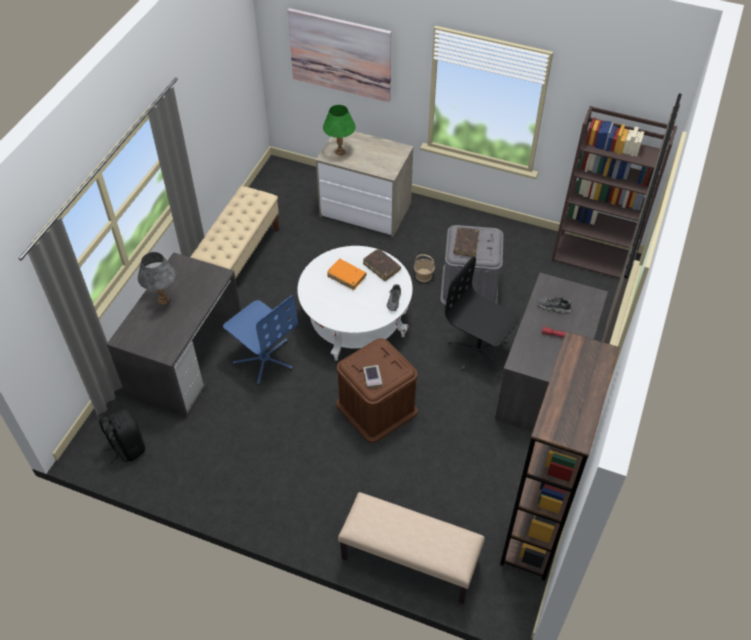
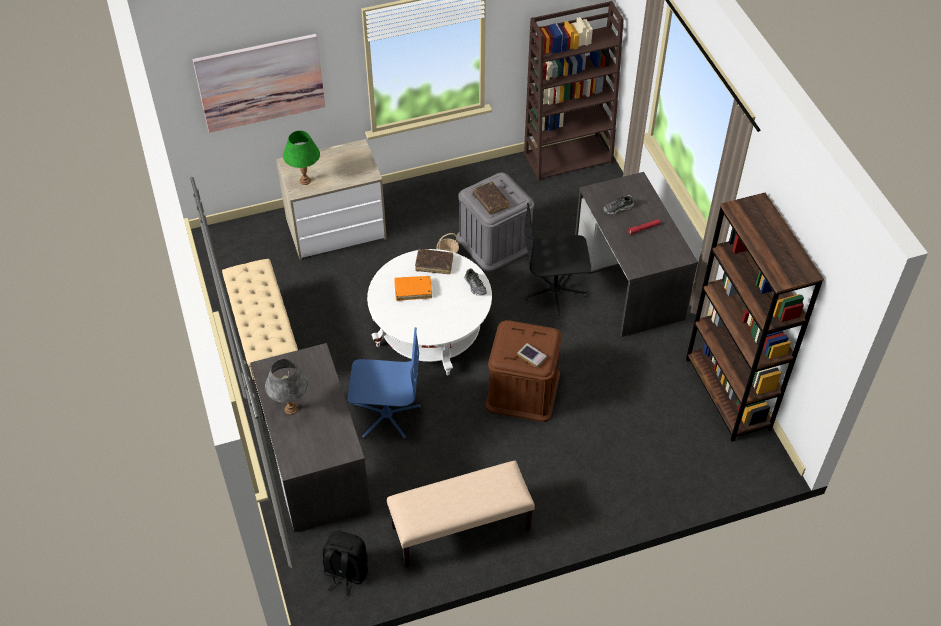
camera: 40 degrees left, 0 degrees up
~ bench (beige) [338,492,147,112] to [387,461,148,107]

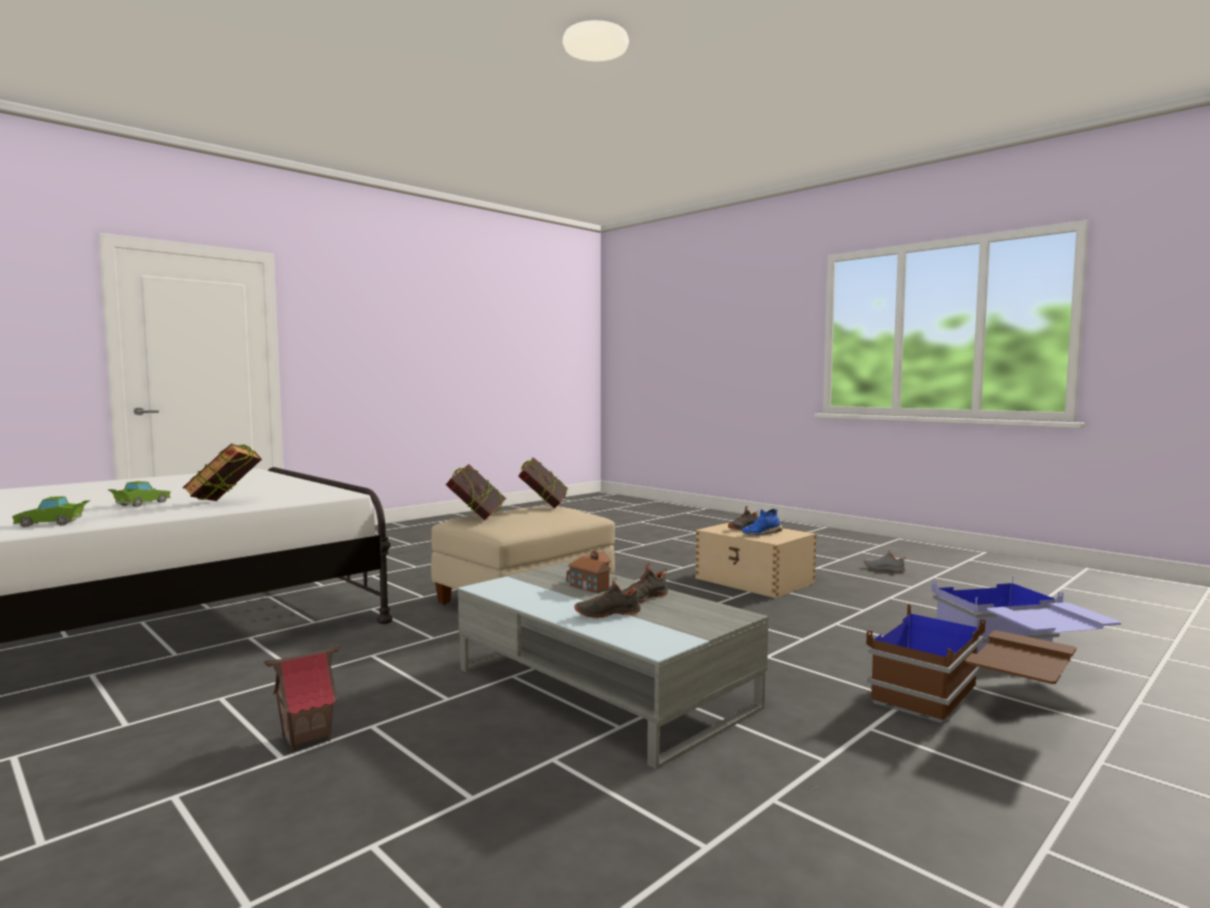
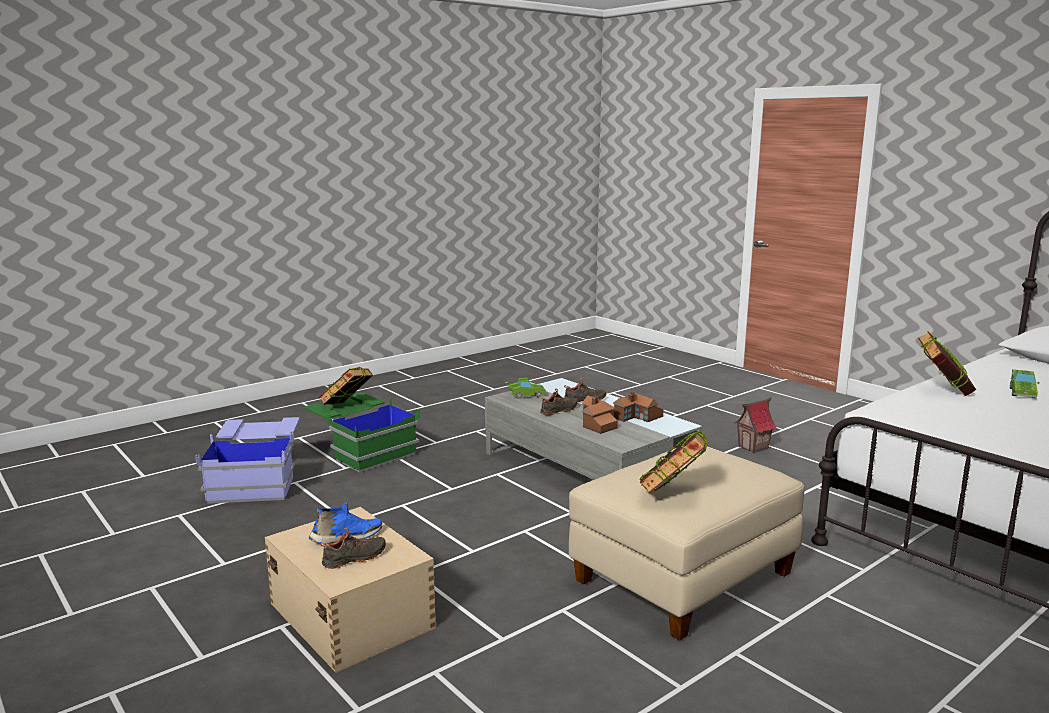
camera: 175 degrees left, 10 degrees up
~ storage box (brown) [866,604,210,119] to storage box (green) [304,392,116,81]
~ book [446,464,60,57] to [319,366,54,39]
~ toy car (green) [12,496,79,31] to [505,378,41,21]
+ toy house [613,391,51,31]
- shoe (grey) [864,550,42,22]

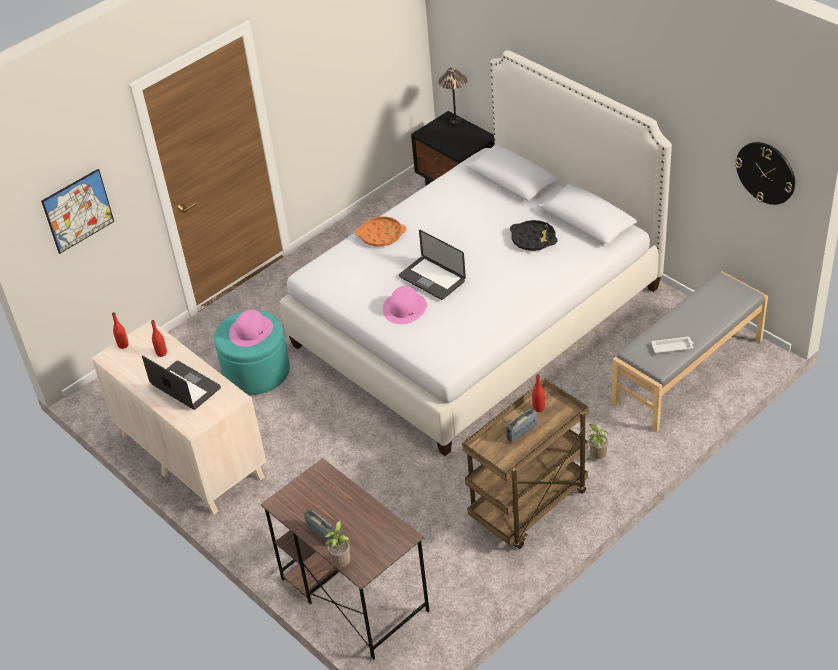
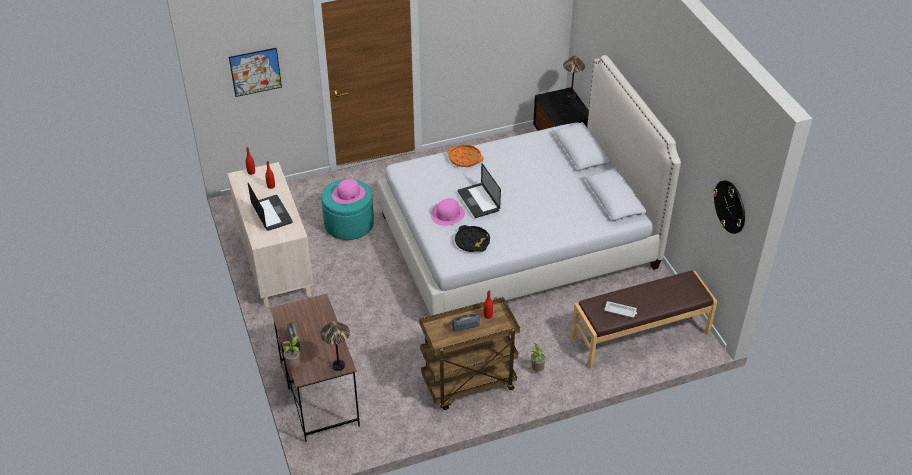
camera: 20 degrees right, 0 degrees up
+ table lamp [320,321,30,50]
~ tray (black) [510,220,47,31] to [455,225,35,27]
~ bench (grey) [612,271,156,161] to bench (brown) [571,271,146,98]

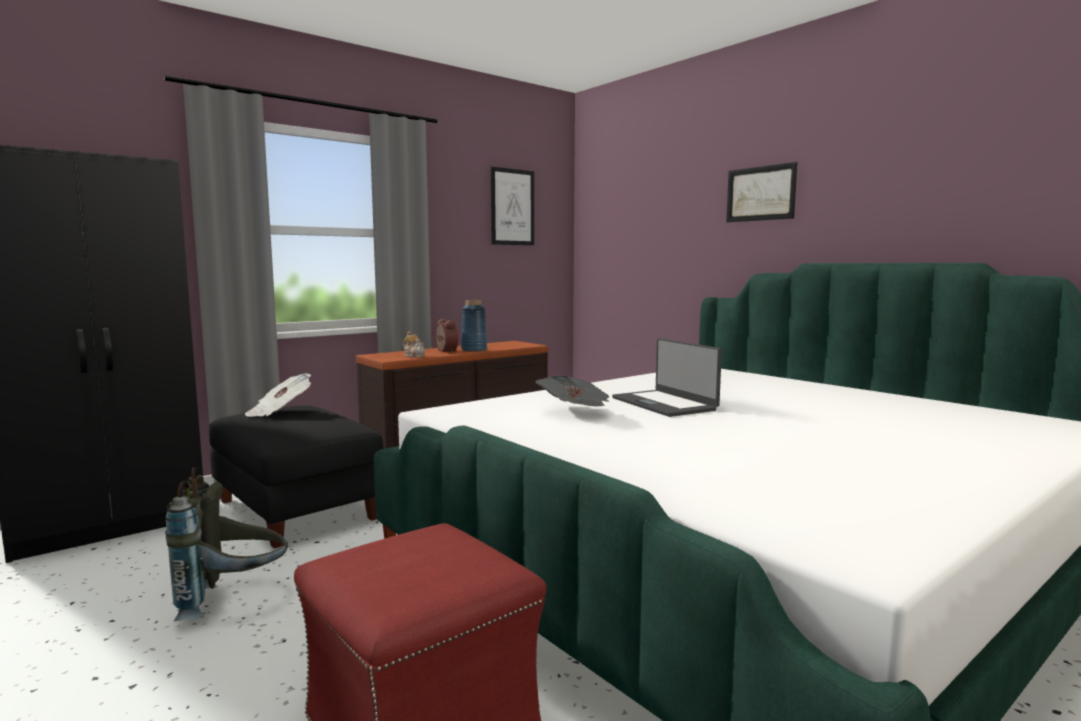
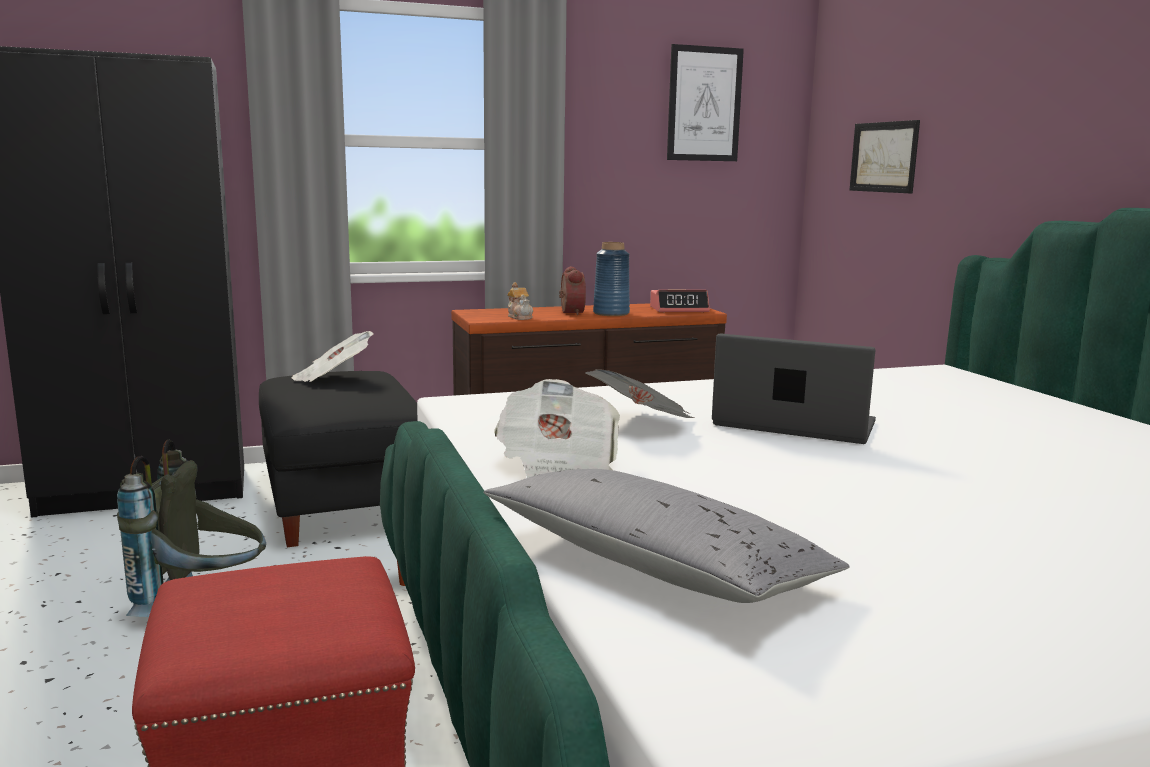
camera: 20 degrees right, 5 degrees up
+ pillow (grey) [483,469,367,134]
+ newspaper [494,379,126,99]
+ alarm clock [650,289,60,23]
~ laptop [612,338,110,79] = [712,333,164,111] 120 degrees clockwise
~ picture [726,162,71,60] to [849,120,71,73]

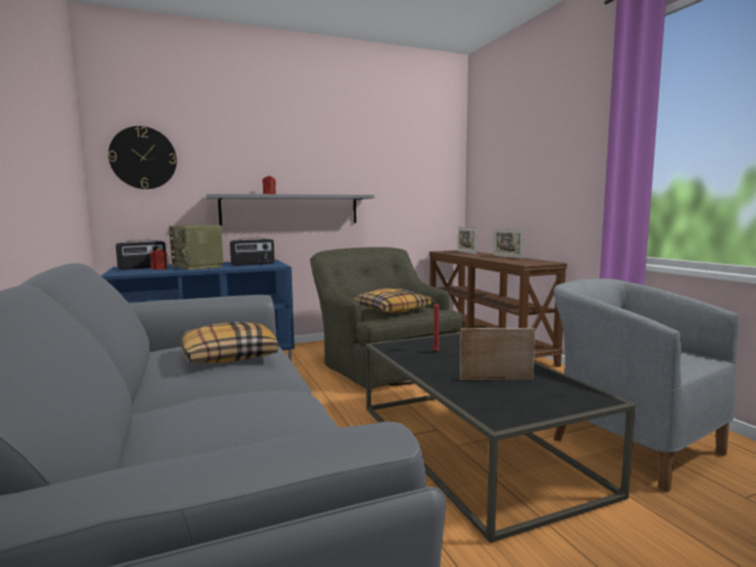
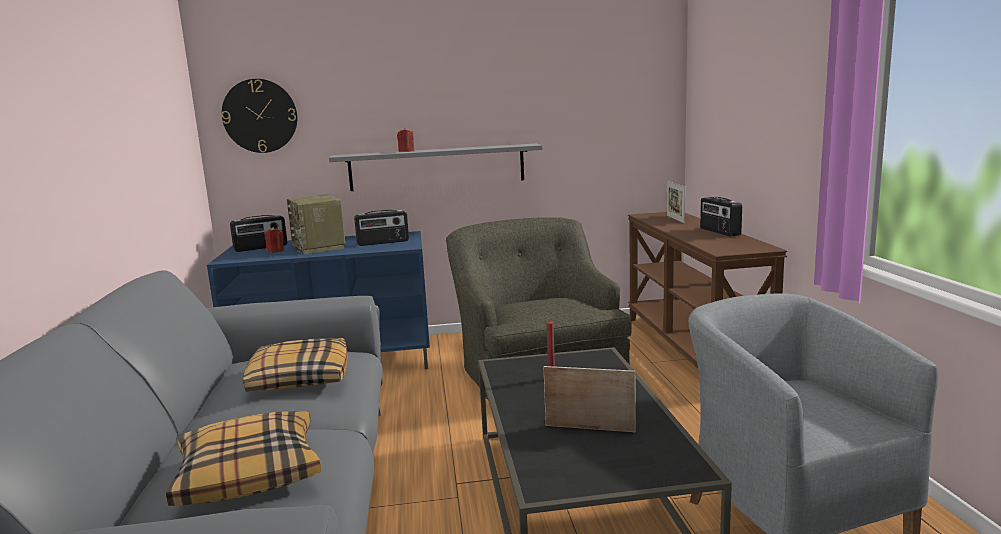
camera: 15 degrees right, 5 degrees up
~ pillow [354,288,77,25] to [166,411,155,95]
~ picture frame [493,228,31,31] to radio [700,197,42,40]

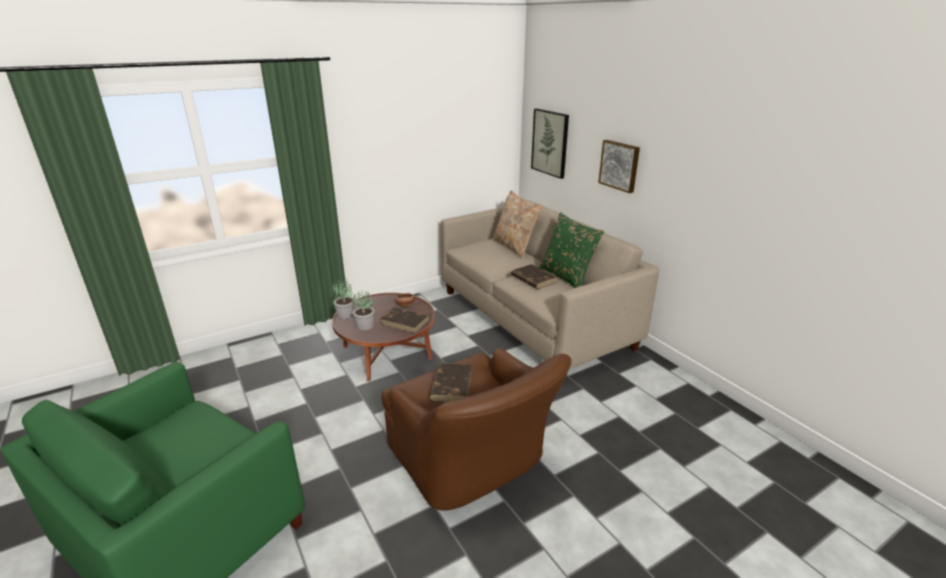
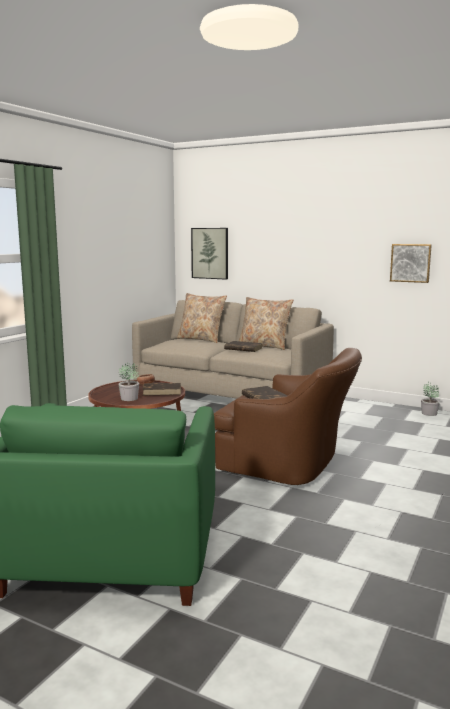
camera: 30 degrees left, 15 degrees down
~ pillow (green) [539,212,65,76] to pillow (beige) [239,297,54,53]
~ picture [598,140,42,53] to [390,244,42,39]
~ potted plant [333,280,22,39] to [421,381,19,35]

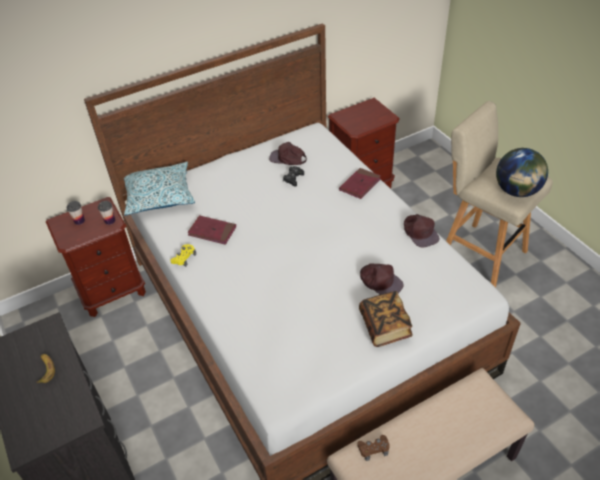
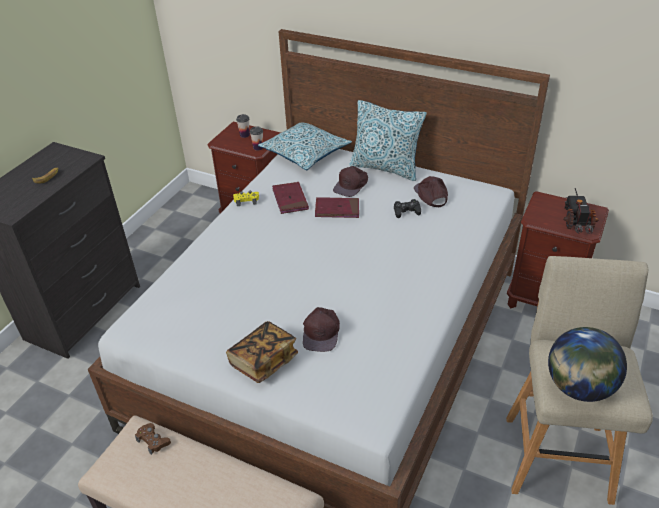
camera: 55 degrees right, 5 degrees down
~ book (red) [339,168,42,31] to [315,197,44,21]
~ cap (brown) [404,214,35,33] to [333,166,35,31]
+ pillow [349,100,78,81]
+ toy truck [563,188,35,46]

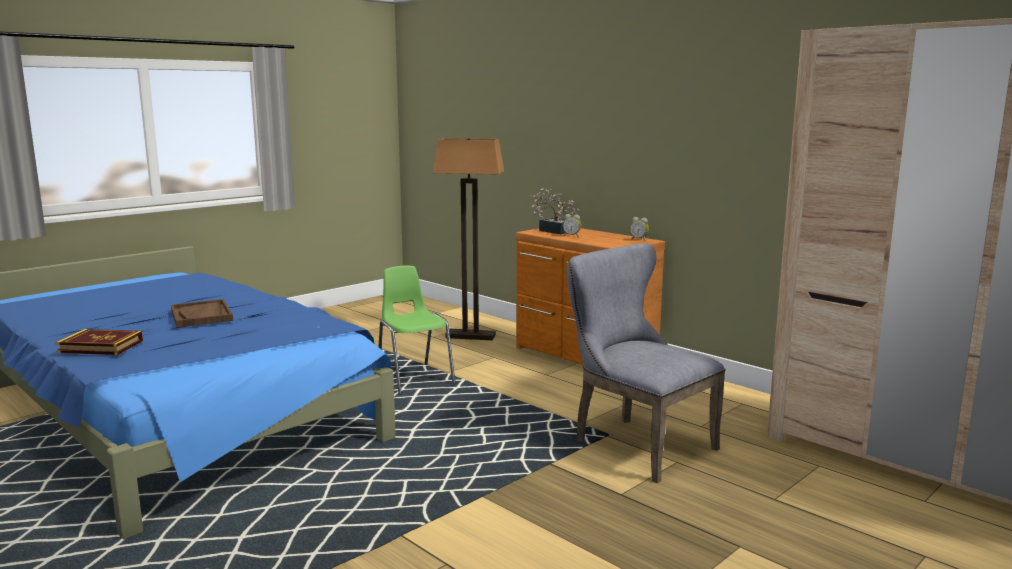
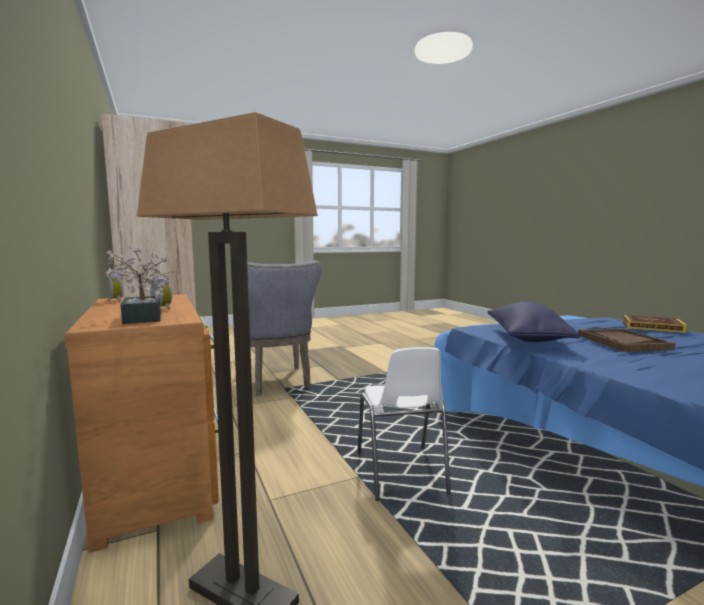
camera: 160 degrees left, 5 degrees down
~ chair (green) [378,265,77,129] to chair (white) [357,347,94,154]
+ pillow (blue) [487,302,93,40]

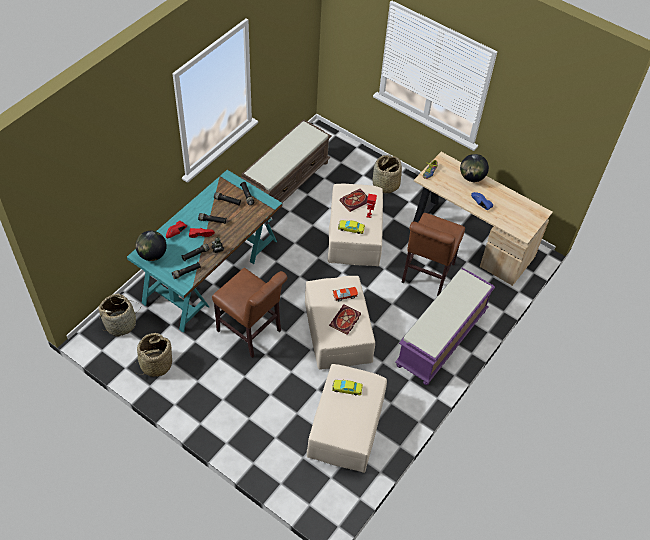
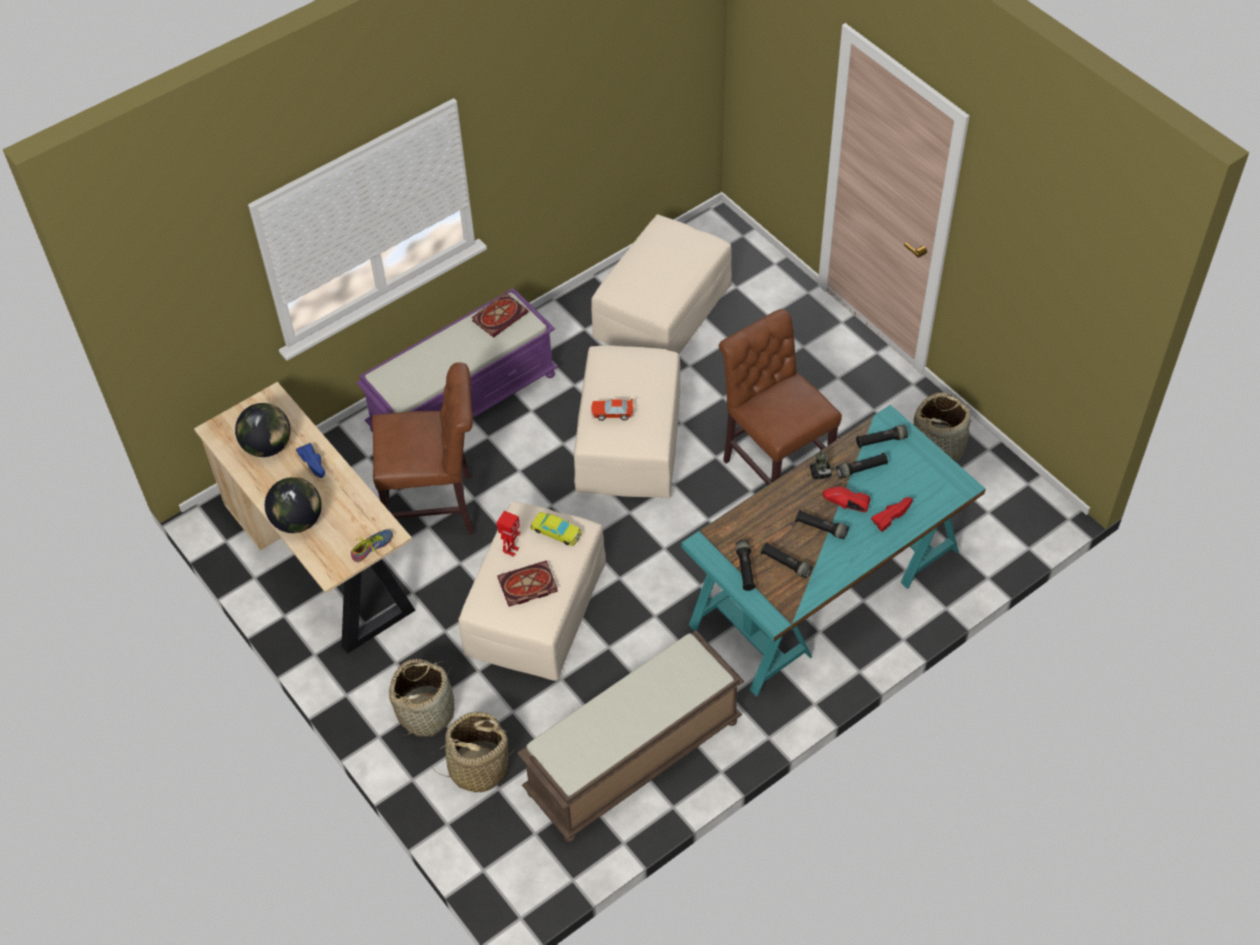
camera: 160 degrees left, 0 degrees up
~ globe [135,231,32,30] to [235,403,56,54]
~ chair (brown) [401,213,64,83] = [372,362,102,172] 45 degrees clockwise
~ basket [98,294,42,43] to [431,711,83,81]
~ book [329,305,32,30] to [472,293,56,45]
- toy car (yellow) [332,380,31,15]

